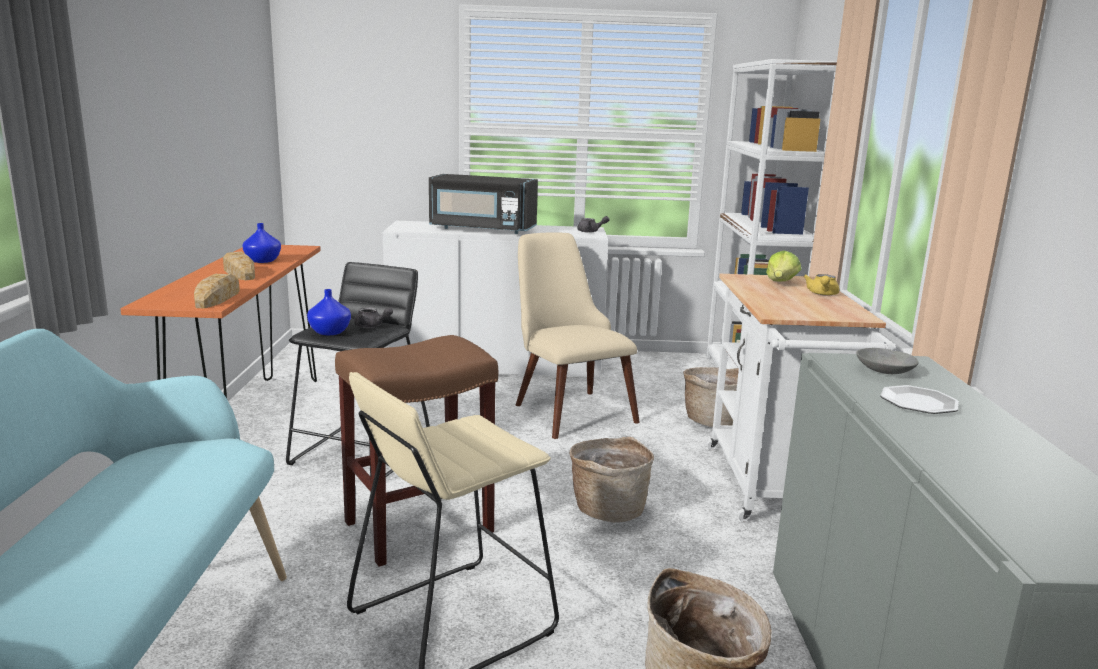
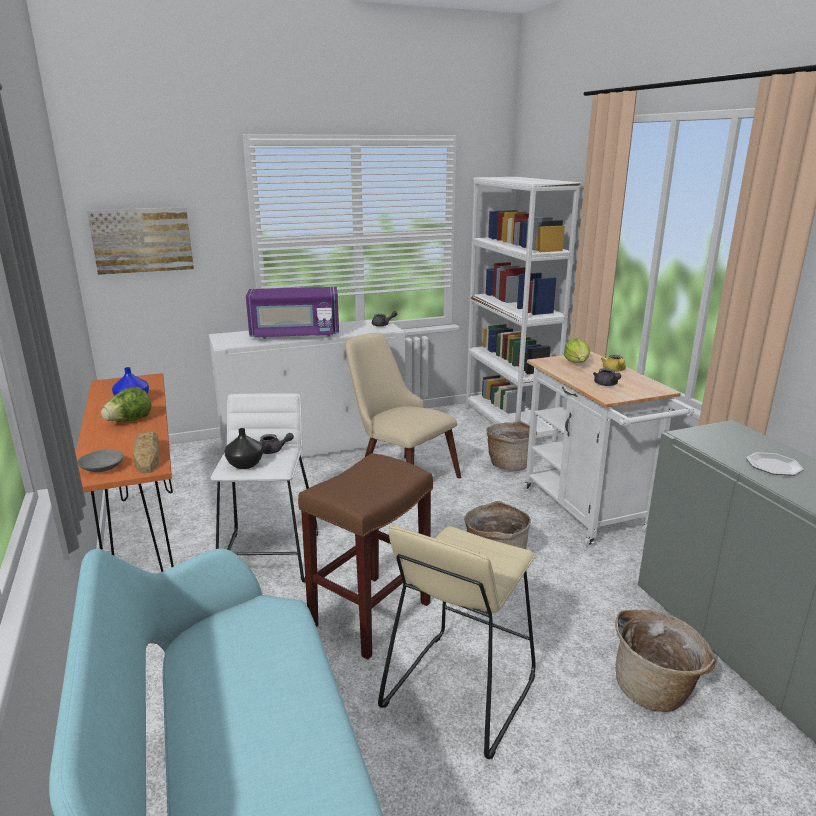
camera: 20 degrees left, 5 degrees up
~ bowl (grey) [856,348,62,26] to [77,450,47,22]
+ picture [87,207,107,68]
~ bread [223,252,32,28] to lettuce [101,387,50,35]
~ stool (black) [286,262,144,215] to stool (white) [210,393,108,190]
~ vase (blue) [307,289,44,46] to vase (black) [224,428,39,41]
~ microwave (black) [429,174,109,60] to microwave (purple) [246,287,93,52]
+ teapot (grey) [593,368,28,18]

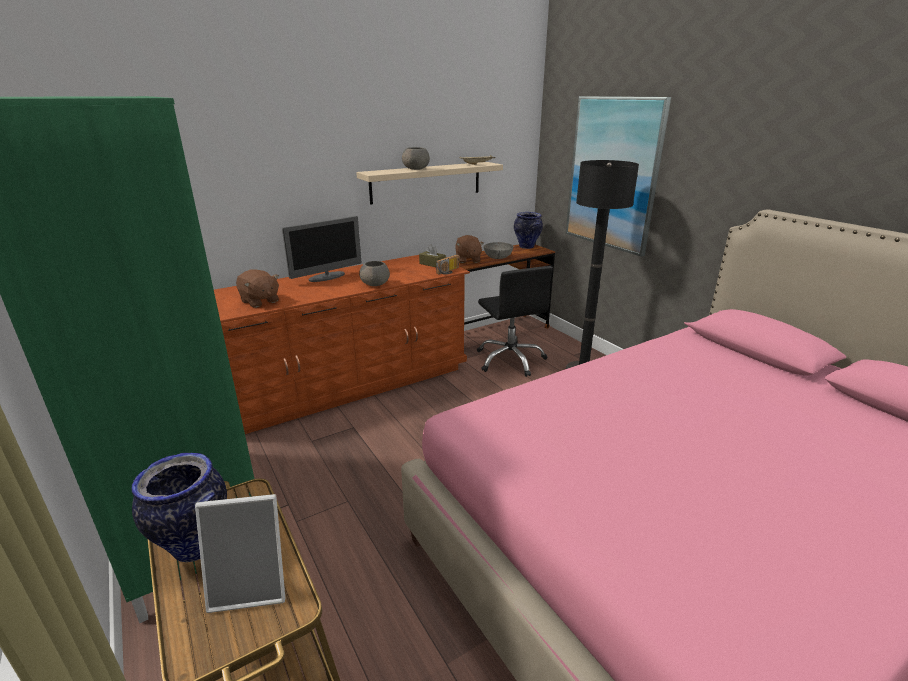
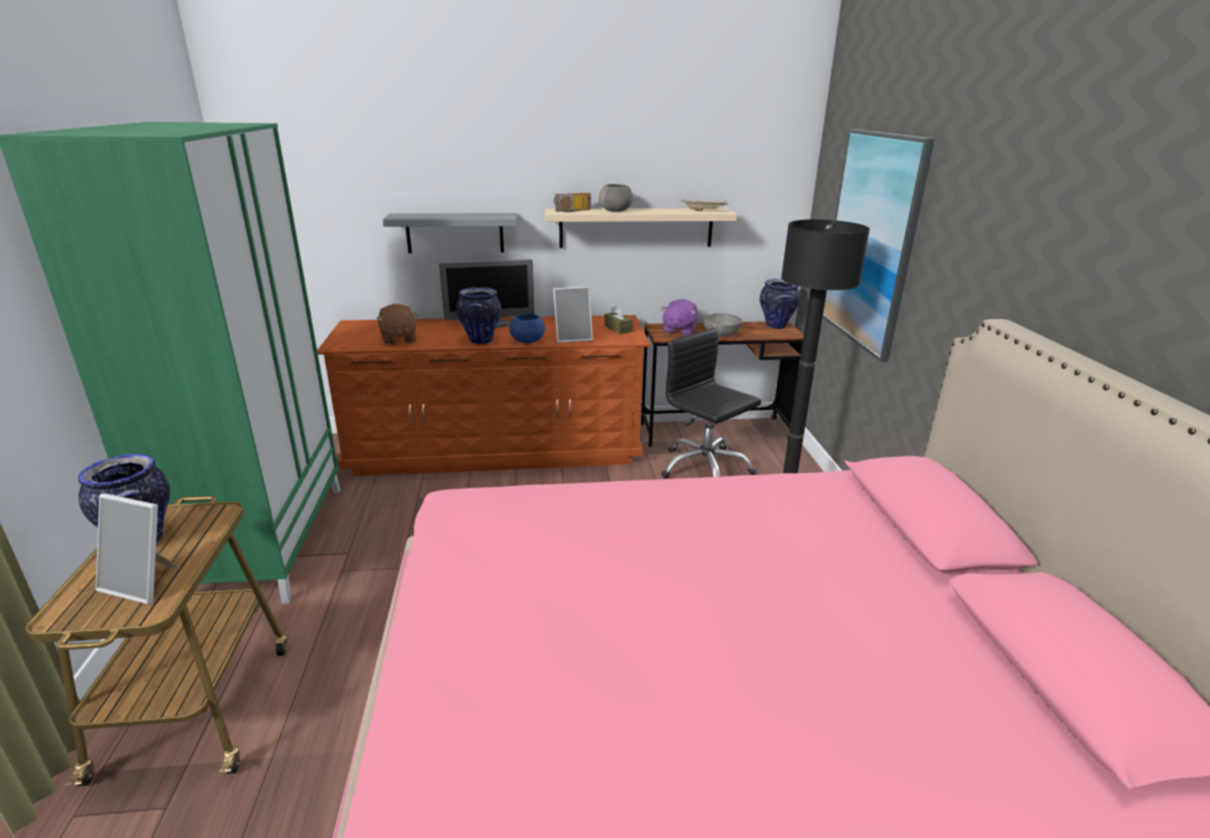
camera: 25 degrees right, 0 degrees up
+ shelf (grey) [383,213,134,40]
+ vase [456,287,46,57]
~ bowl (grey) [359,261,31,25] to bowl (blue) [509,314,36,29]
+ picture frame [553,287,40,56]
~ radio [436,255,23,20] to [554,193,37,19]
~ plush toy (brown) [455,235,29,28] to plush toy (purple) [661,299,37,37]
~ office chair (black) [477,266,76,111] = [661,328,100,151] 135 degrees clockwise

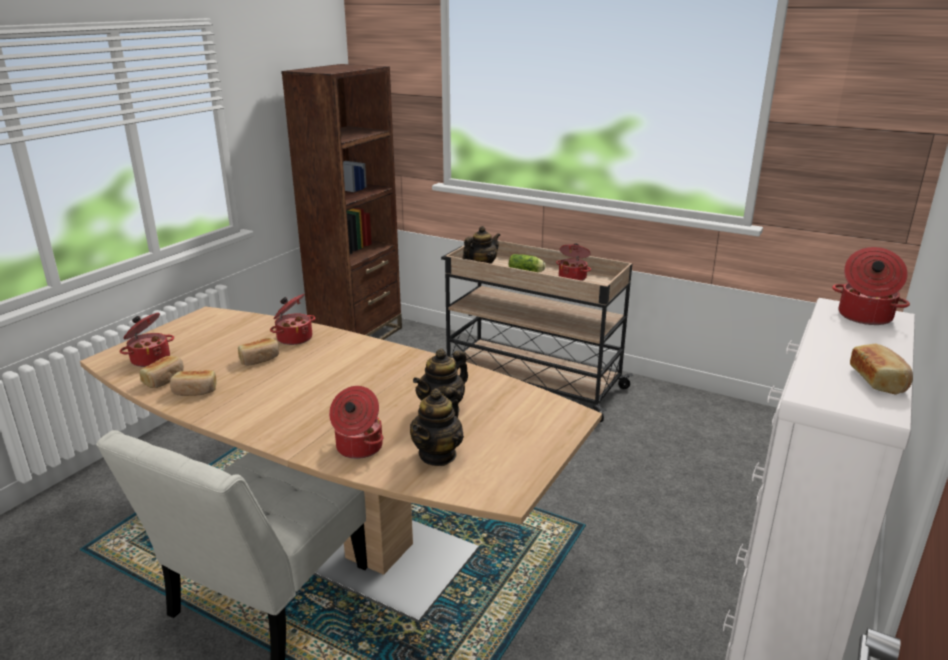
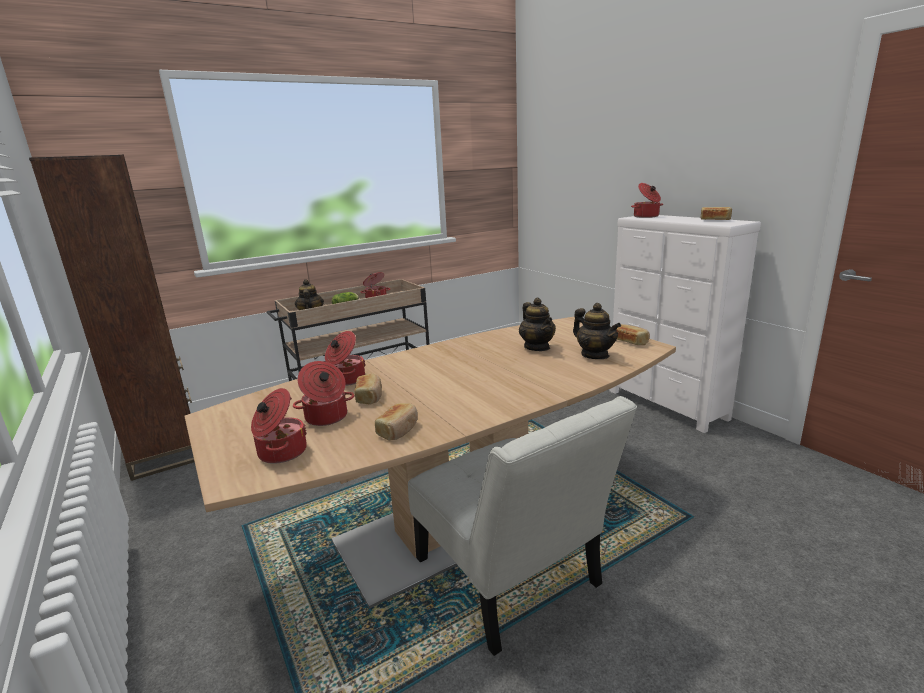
camera: 60 degrees left, 5 degrees down
~ cooking pot [329,386,55,73] to [293,361,62,65]
~ bread [140,356,44,32] to [616,324,34,21]

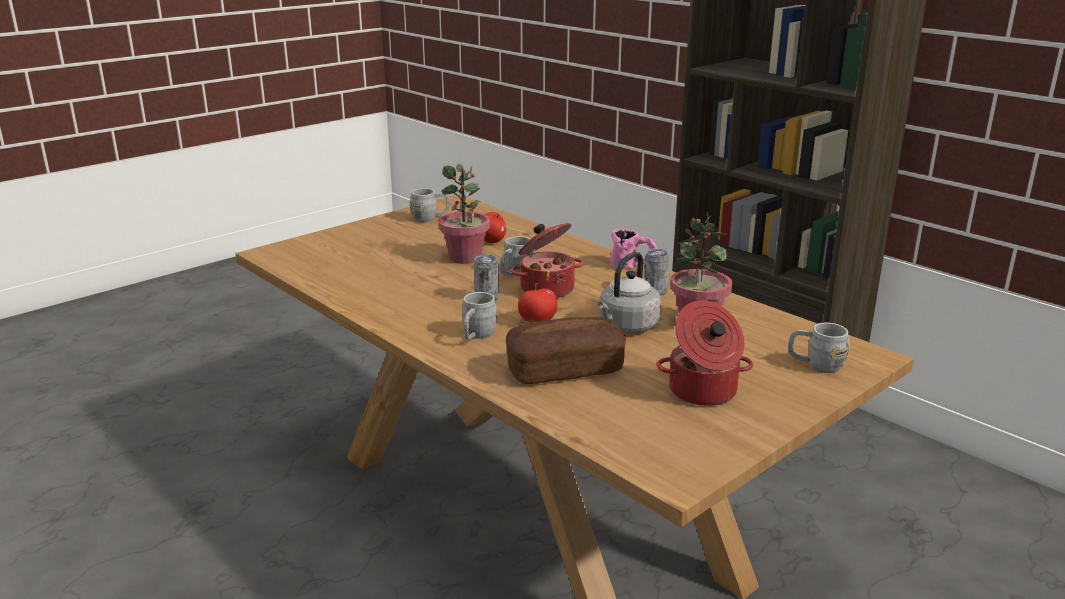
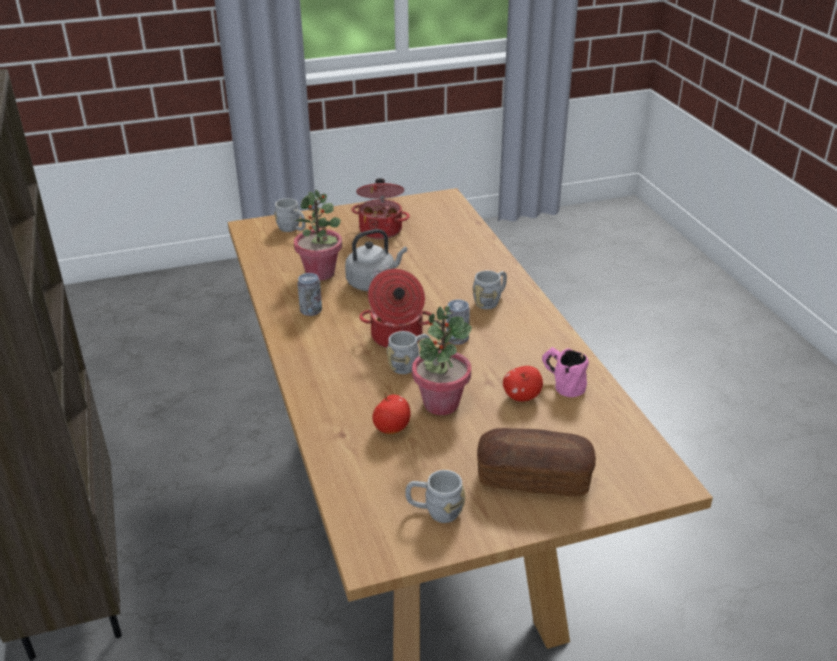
camera: 155 degrees left, 10 degrees up
~ bread [506,317,120,67] to [477,428,119,68]
~ apple [518,283,40,40] to [503,366,40,36]
~ mug (pink) [610,229,47,40] to [542,347,47,50]

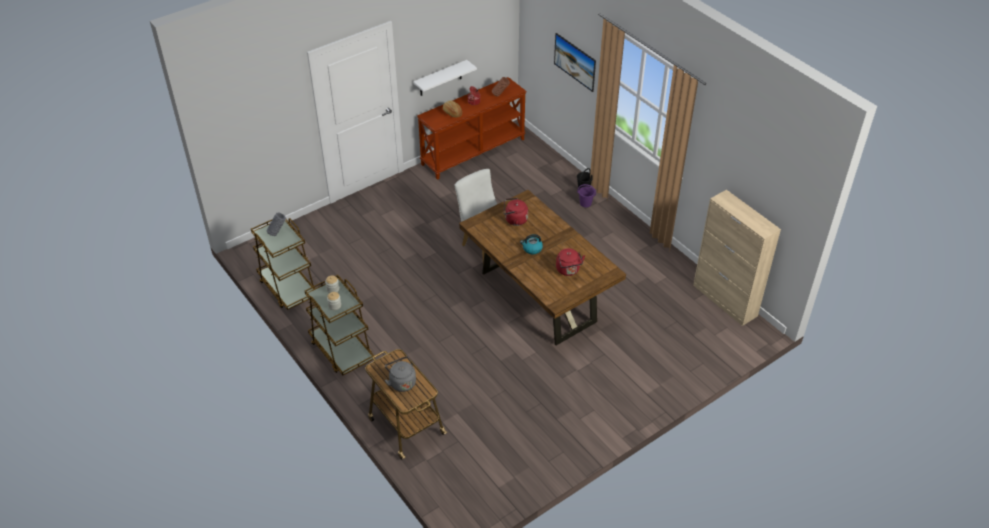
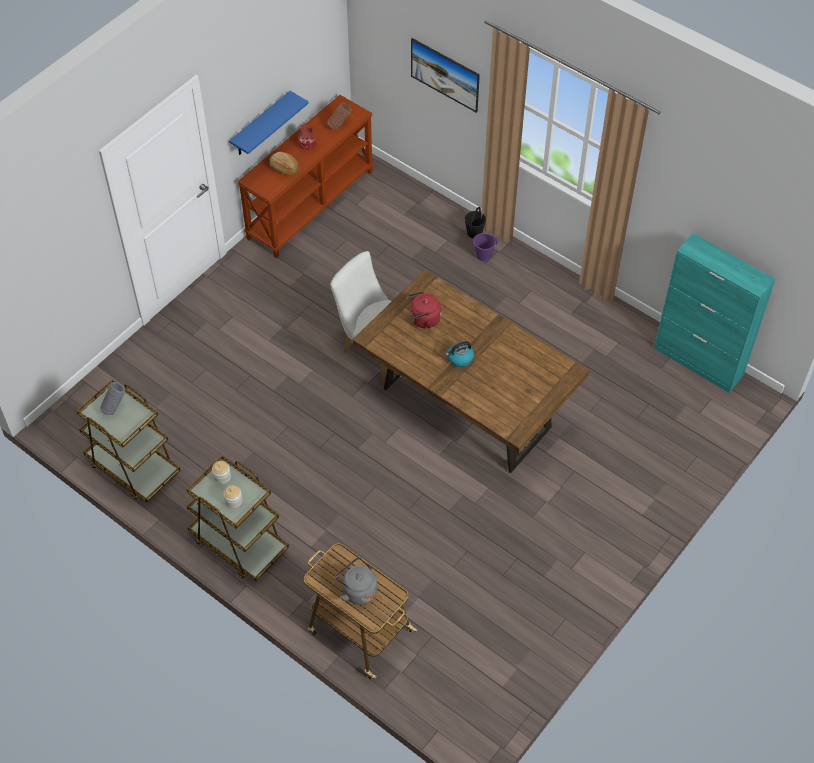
camera: 15 degrees left, 10 degrees up
~ shelf (white) [413,60,64,36] to shelf (blue) [229,91,80,64]
~ cabinet (beige) [693,190,88,136] to cabinet (turquoise) [654,233,121,160]
- kettle (red) [556,248,29,28]

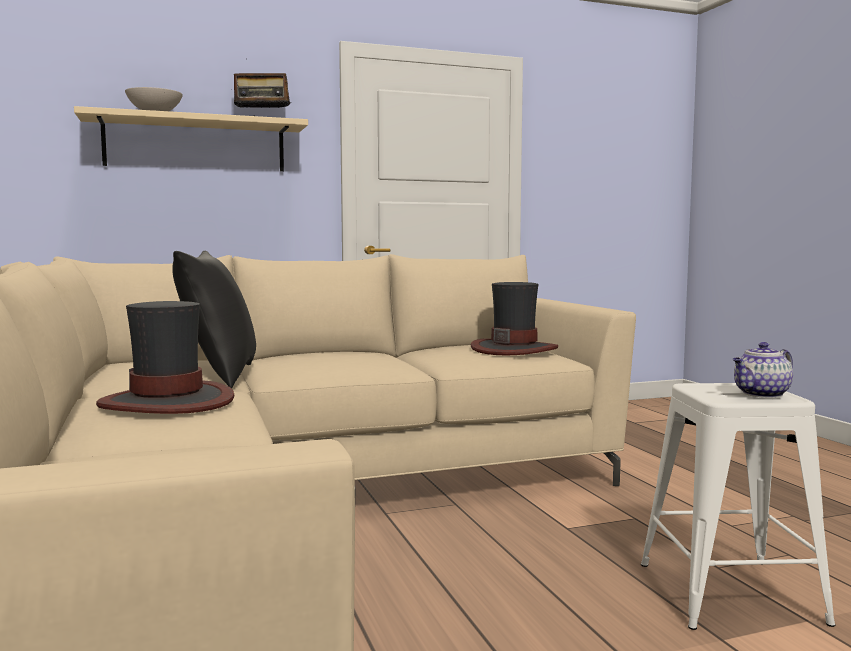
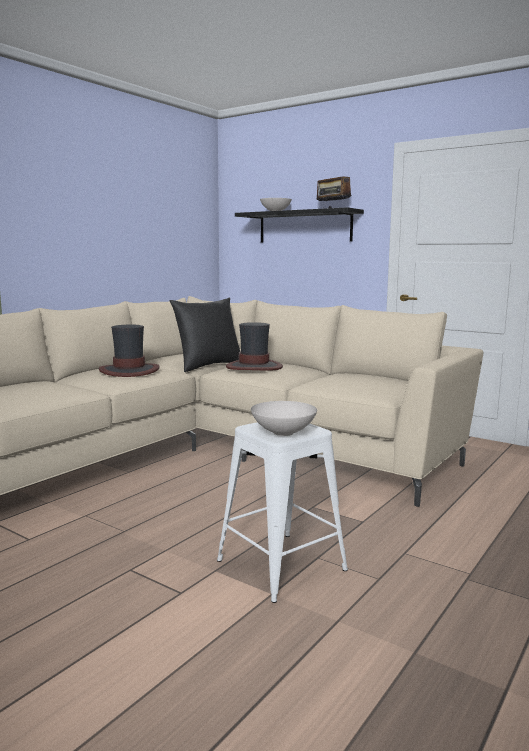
camera: 55 degrees right, 5 degrees up
~ hat [471,282,87,73] to [226,322,57,49]
~ shelf (beige) [74,106,234,66] to shelf (black) [235,207,129,35]
~ teapot [733,342,60,56] to bowl (white) [251,401,66,35]

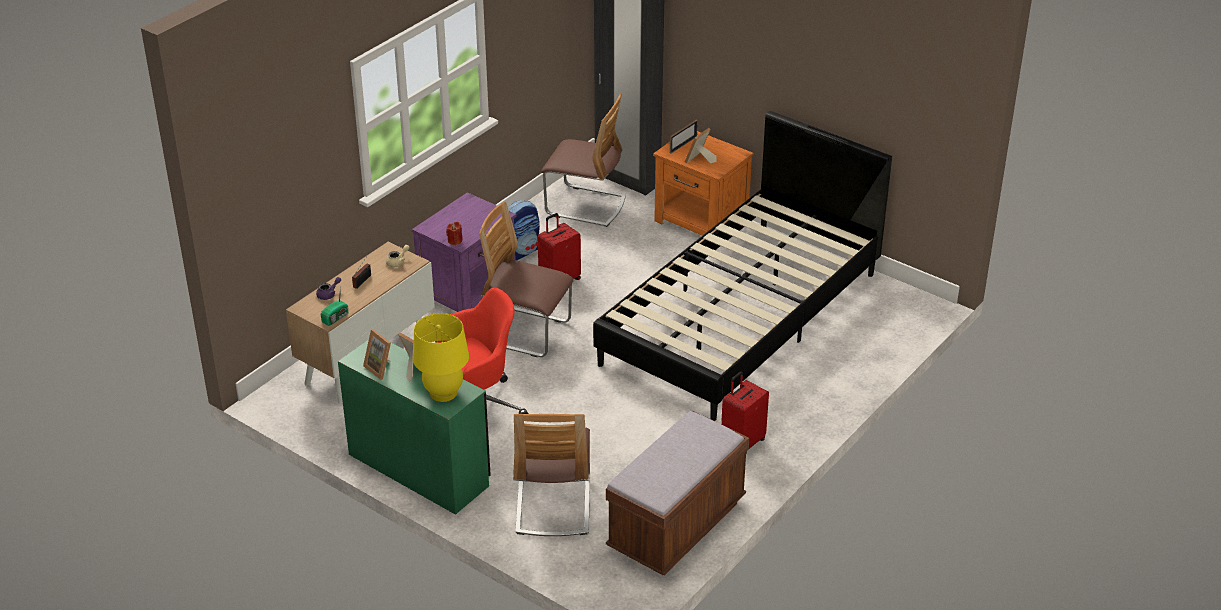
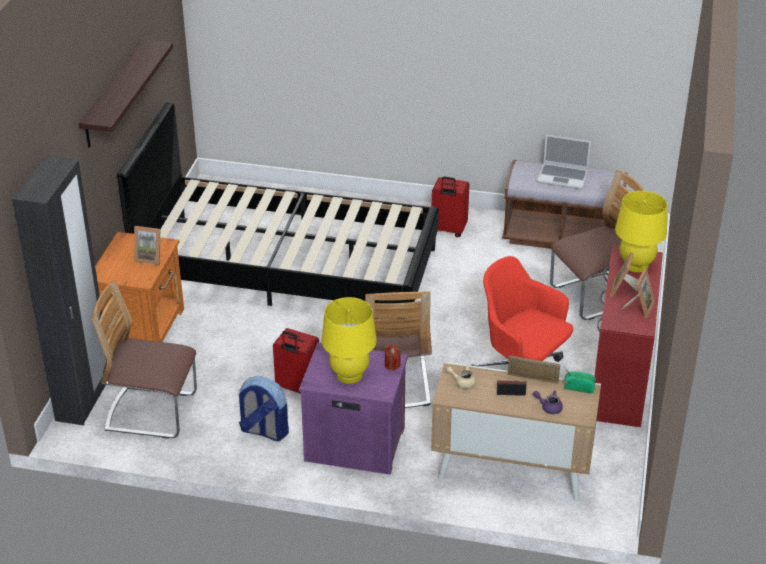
camera: 115 degrees left, 0 degrees up
+ shelf [79,40,94,107]
~ chair [541,93,85,134] = [92,280,105,159] 75 degrees counterclockwise
+ table lamp (yellow) [322,297,55,87]
~ picture frame [670,120,28,34] to [508,355,52,29]
+ laptop [537,135,54,55]
~ desk (green) [338,339,153,176] to desk (red) [594,246,69,181]

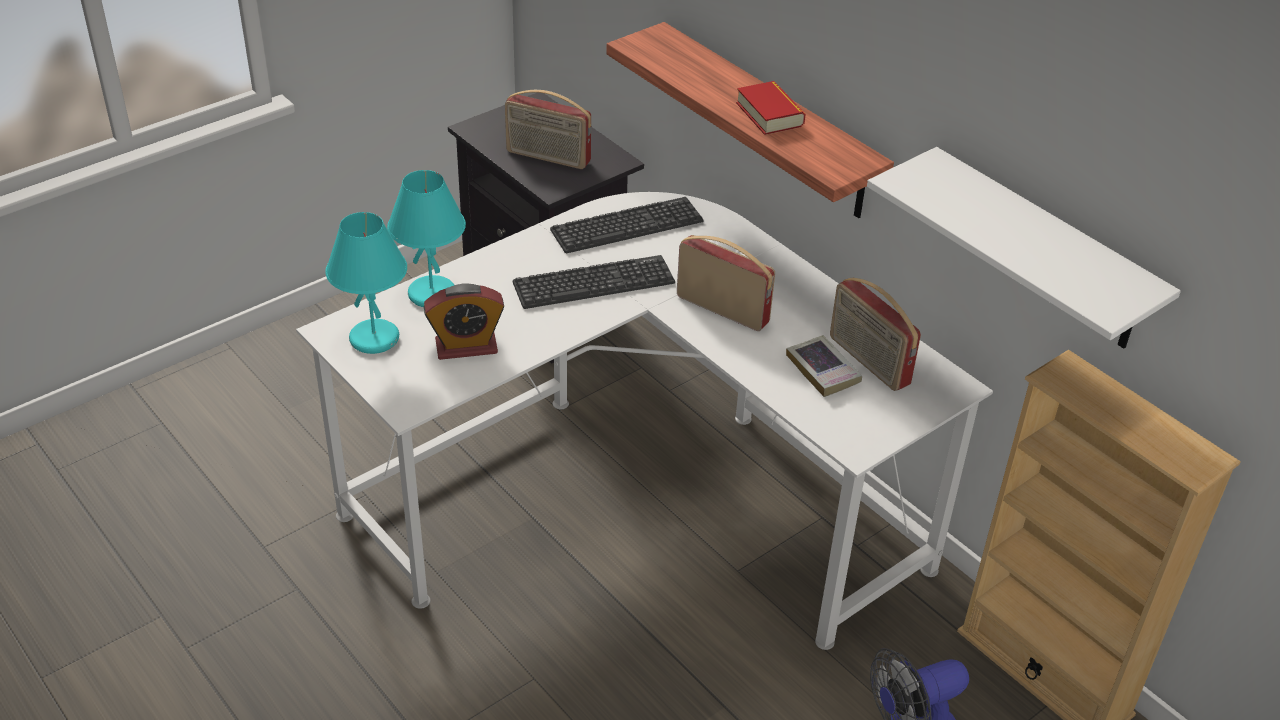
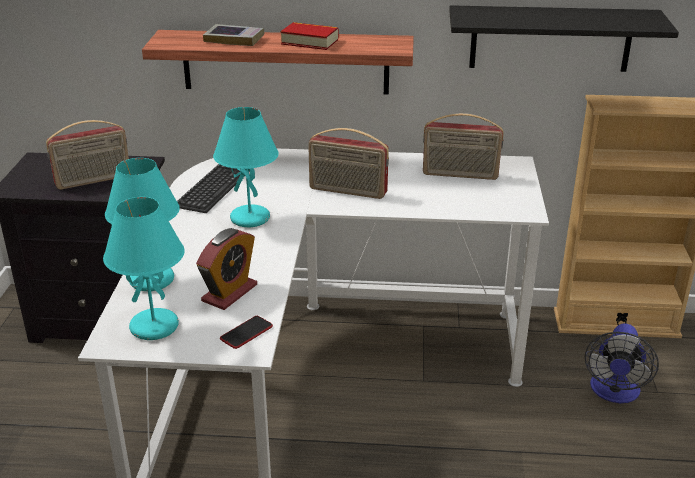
camera: 45 degrees left, 10 degrees down
~ book [786,335,76,62] to [203,24,62,22]
~ keyboard [513,255,162,54] to table lamp (turquoise) [213,107,66,120]
+ phone [220,316,53,33]
~ radio [677,235,98,96] = [308,128,81,71] 150 degrees counterclockwise
~ shelf (white) [867,147,314,202] to shelf (black) [449,5,230,67]

